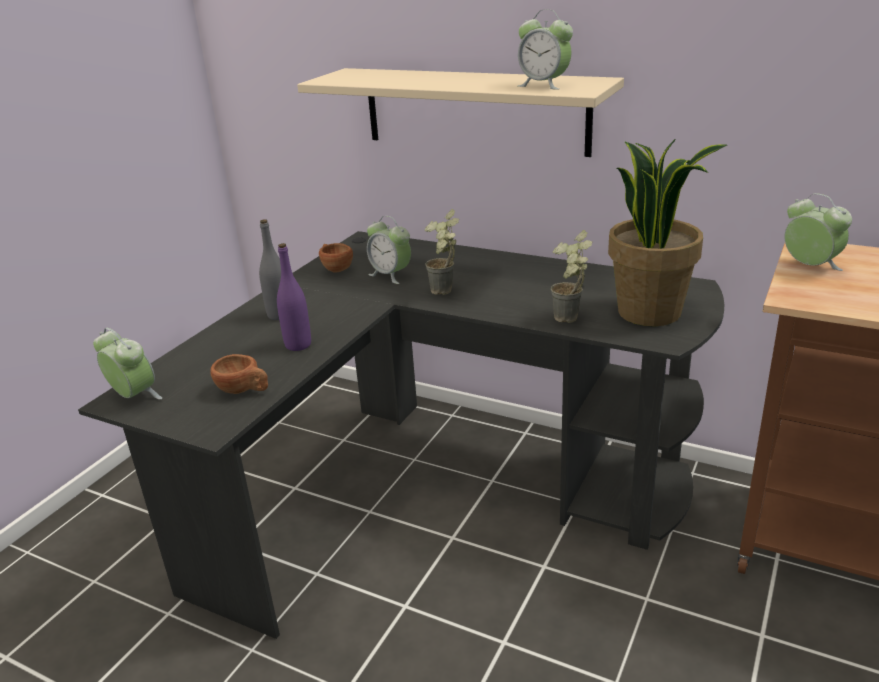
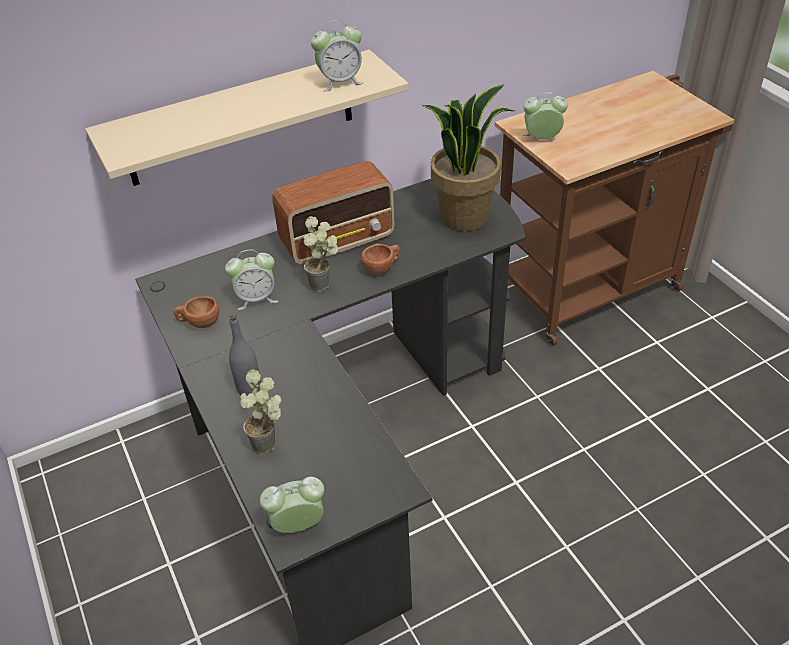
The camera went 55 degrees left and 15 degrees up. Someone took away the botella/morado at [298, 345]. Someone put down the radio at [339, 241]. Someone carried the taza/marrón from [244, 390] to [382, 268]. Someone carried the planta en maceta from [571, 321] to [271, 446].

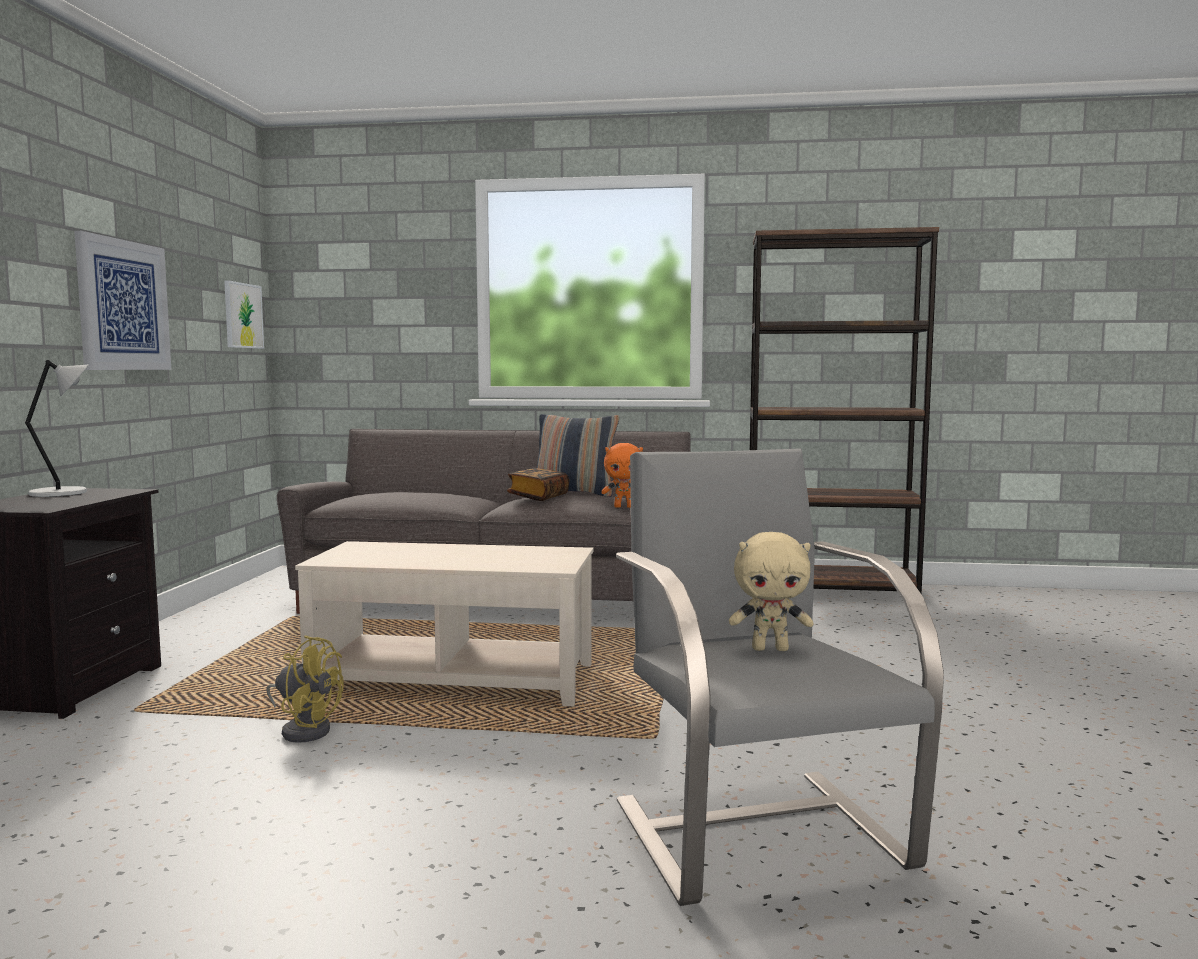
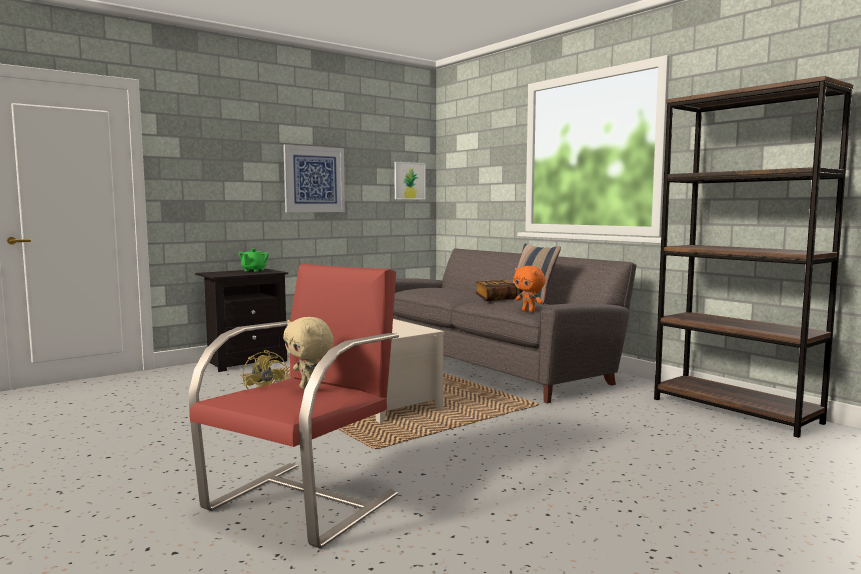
The camera went 45 degrees right and 0 degrees up. Someone swapped the lámpara de mesa/gris at [62, 493] for the tetera/verde at [253, 270]. Someone repainted the sillón/gris at [758, 831], which became the sillón/rojo at [303, 501].

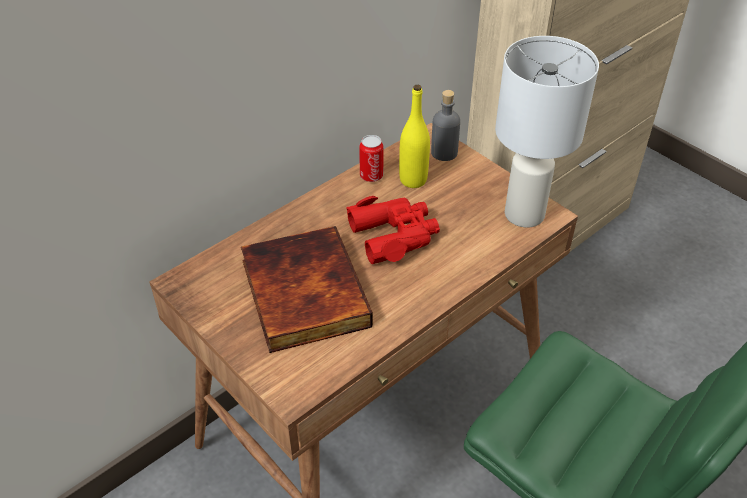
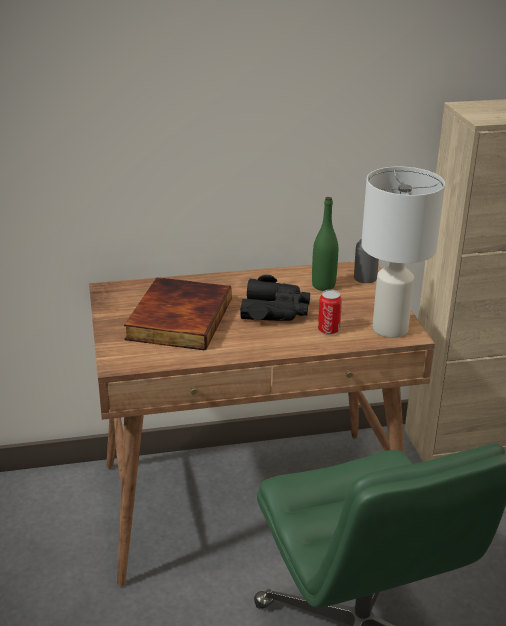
The camera went 30 degrees right and 15 degrees down. Someone carried the lata from [371, 176] to [328, 330]. Someone repainted the prismáticos/rojo at [394, 235], which became the prismáticos/negro at [275, 310]. Someone repainted the botella/amarillo at [413, 180], which became the botella/verde at [323, 285].

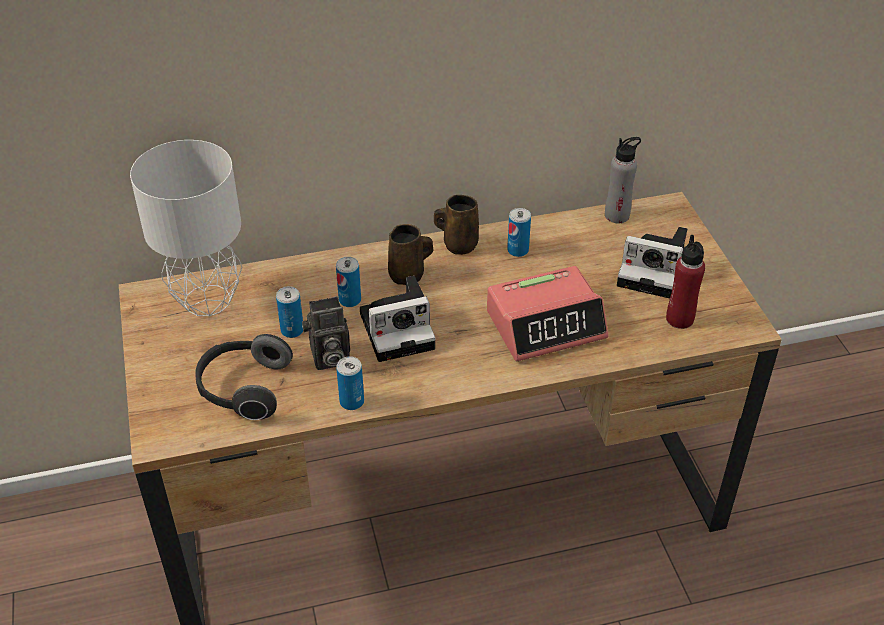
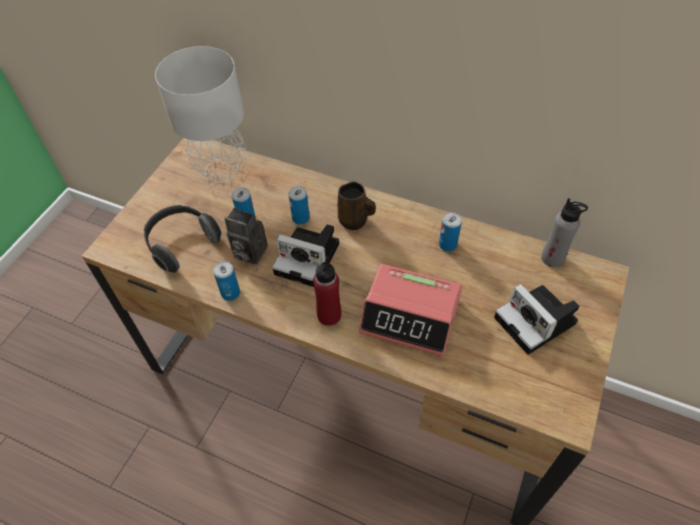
The camera went 40 degrees right and 10 degrees up. Someone took away the taza grande/marrón at [458, 244]. Someone carried the botella/rojo from [679, 319] to [329, 315].

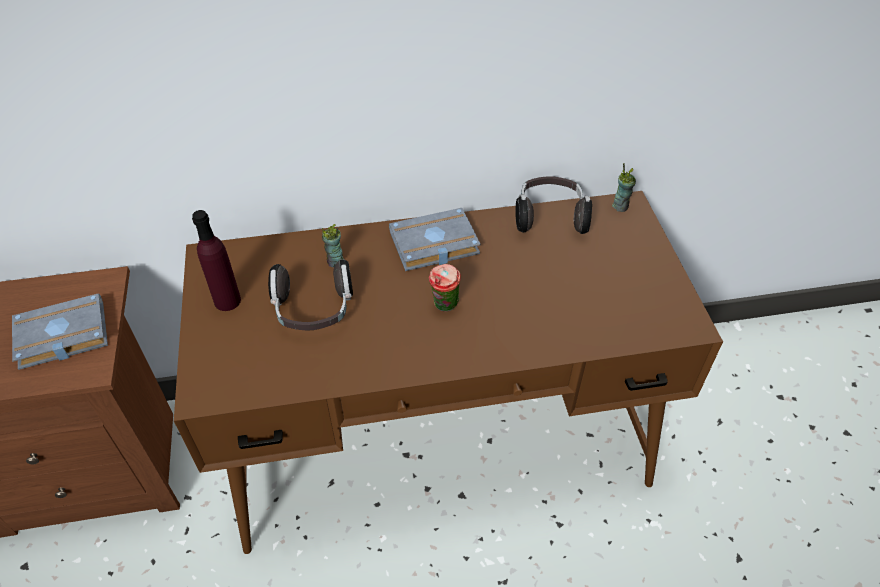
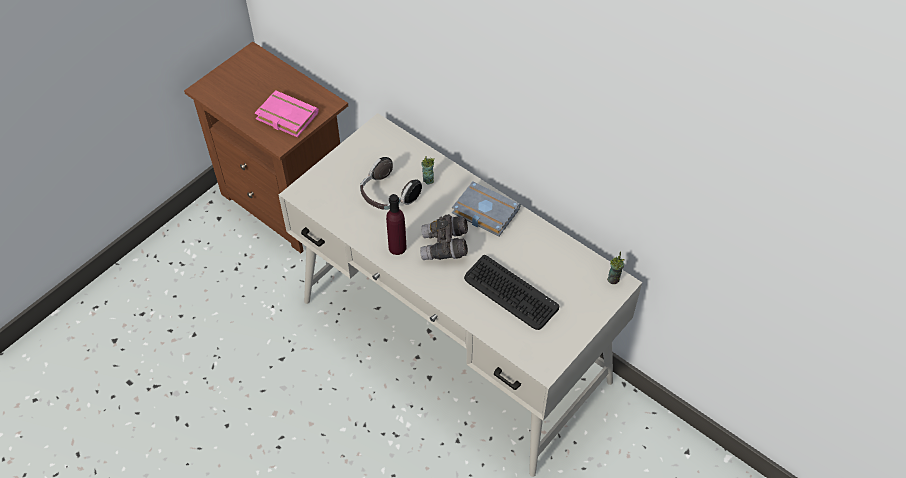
The camera went 50 degrees right and 5 degrees up. Someone took away the auriculares at [550, 217]. Someone put down the teclado at [510, 293]. Someone carried the botella/morado from [227, 301] to [397, 247]. Someone swapped the taza at [444, 307] for the prismáticos/gris at [444, 247]. Someone repainted the libro/gris at [61, 338], which became the libro/rosa at [285, 117]. Someone repainted the escritorio/marrón at [440, 441], which became the escritorio/blanco at [454, 341].

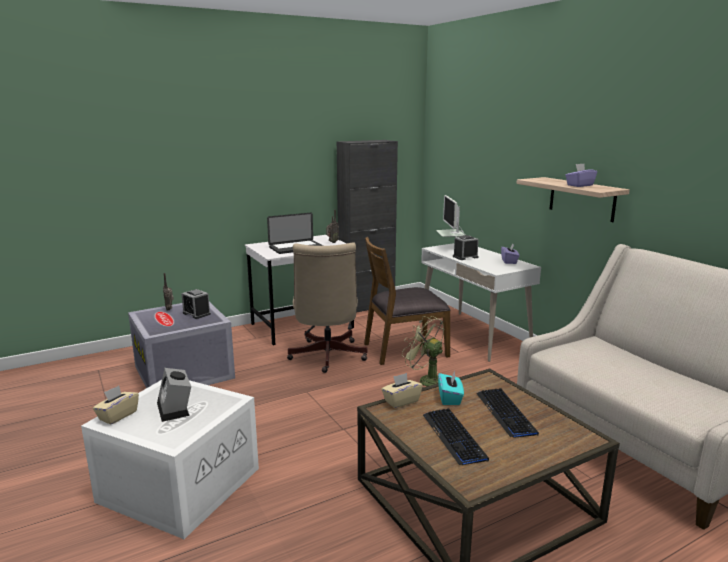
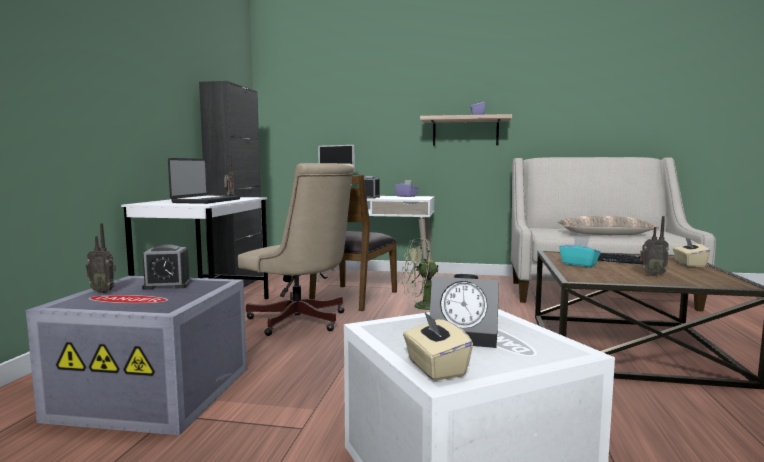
The camera went 50 degrees left and 10 degrees down. Someone put down the cojín at [604, 234]. Someone carried the caja de pañuelos/beis from [401, 401] to [689, 264]. Someone swapped the teclado at [454, 437] for the radio at [652, 274].

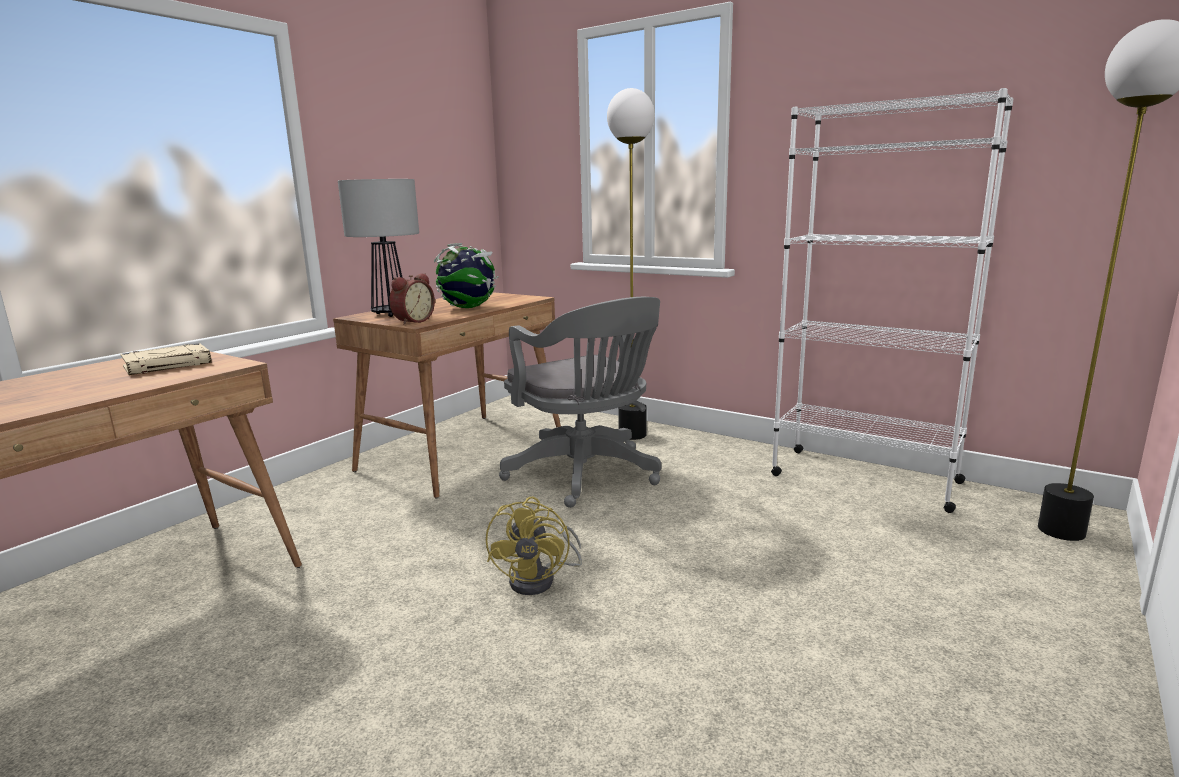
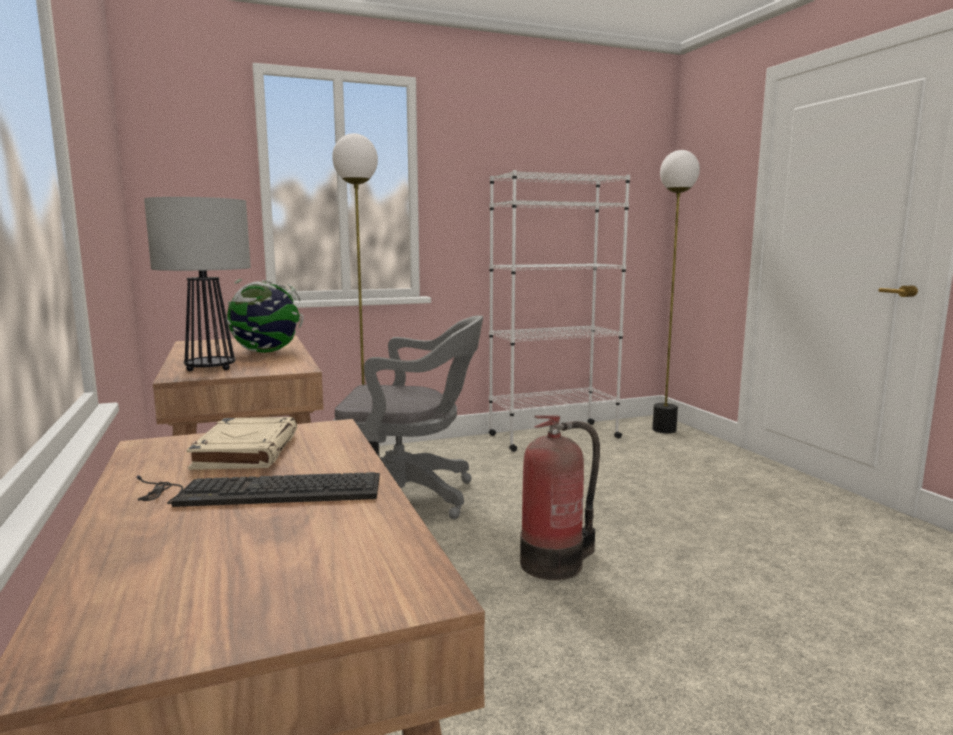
The camera went 55 degrees left and 5 degrees down. Someone took away the despertador at [412, 321]. Someone put down the teclado at [257, 491]. Someone swapped the ventilador/amarillo at [541, 580] for the extintor at [555, 562].

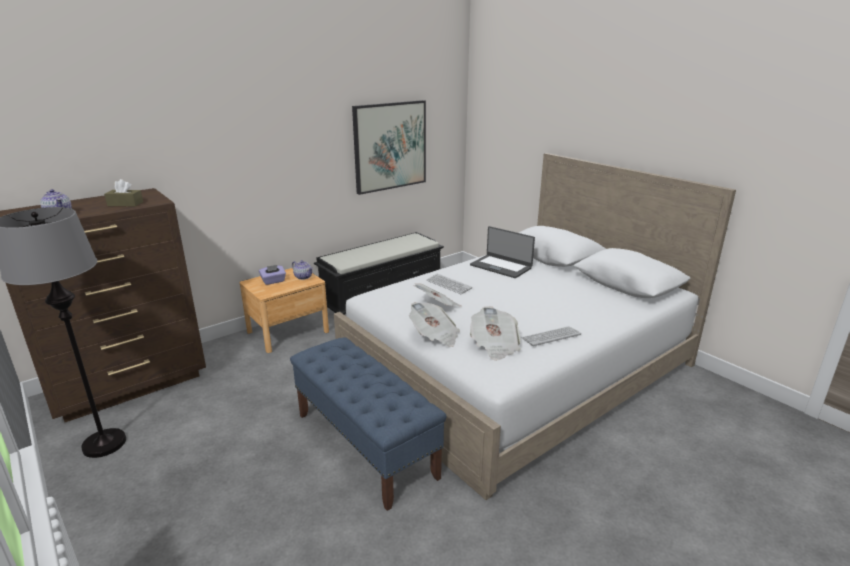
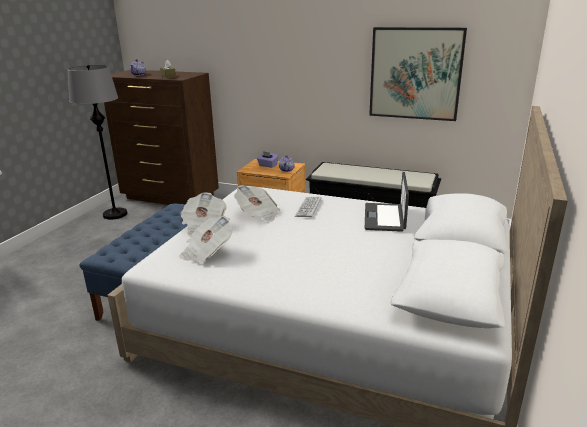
The camera went 60 degrees right and 0 degrees up. Someone took away the teclado at [551, 337].

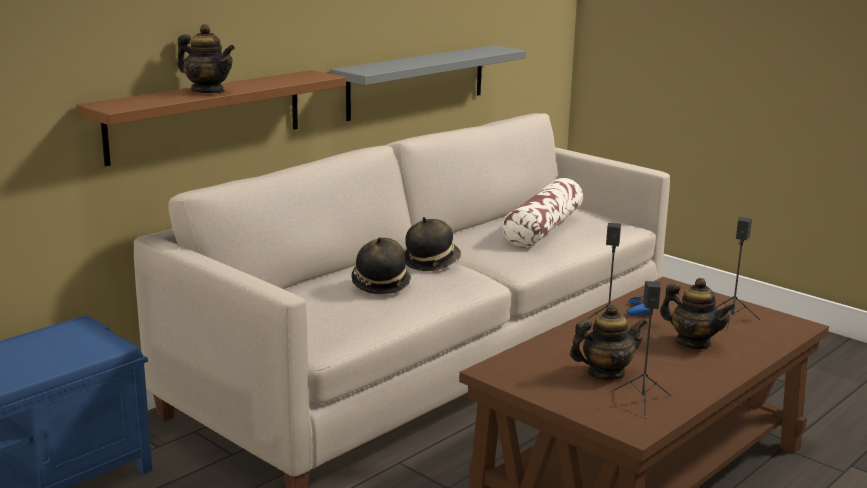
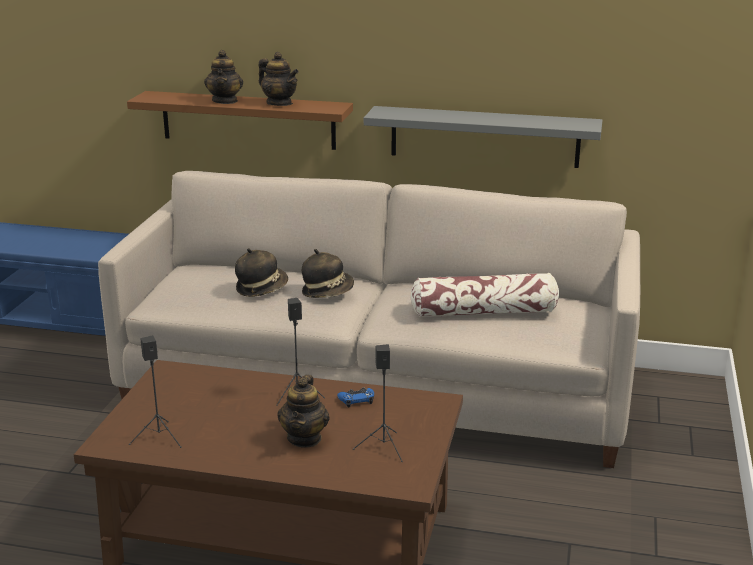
The camera went 60 degrees right and 5 degrees up. Someone carried the tetera from [605, 373] to [279, 103].

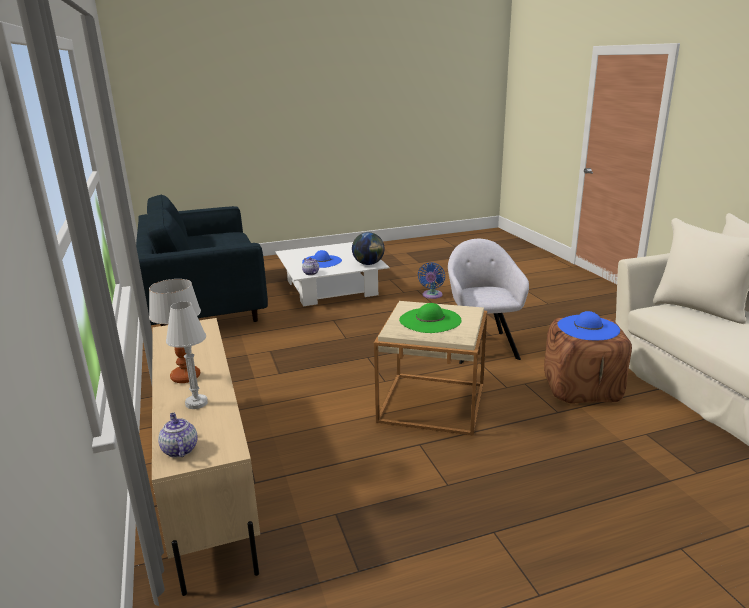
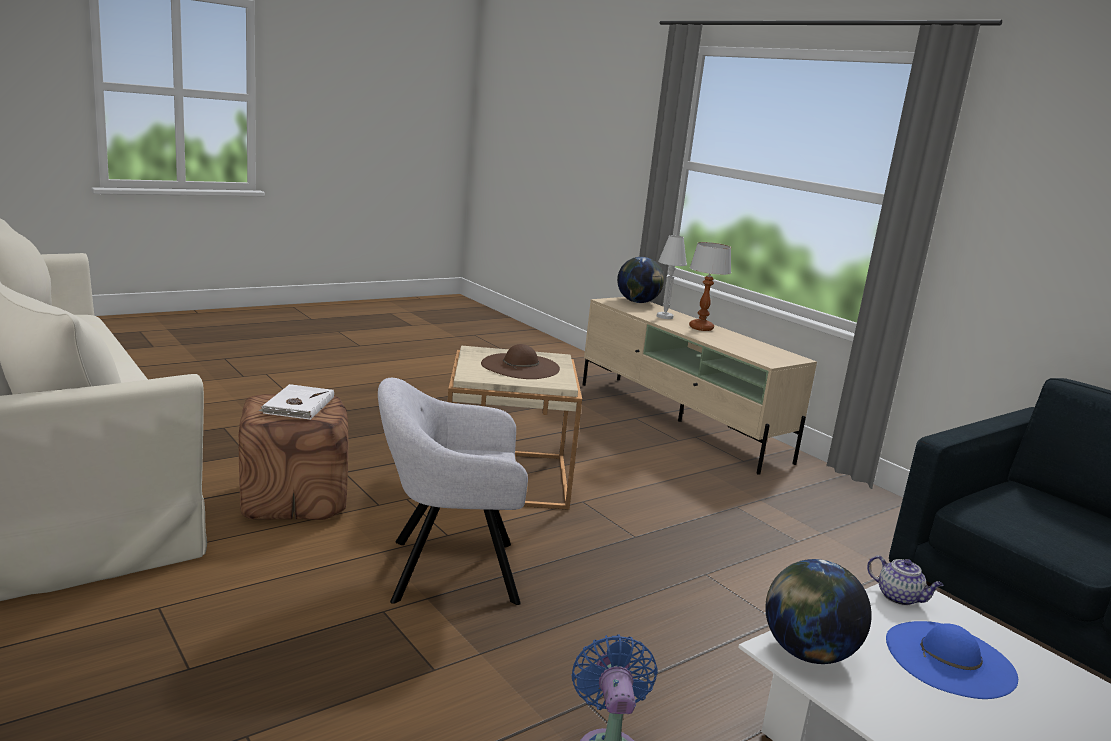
The camera went 160 degrees right and 5 degrees down. Someone swapped the tetera at [179, 449] for the globo terráqueo at [638, 302]. Someone swapped the sombrero/azul at [588, 327] for the libro/blanco at [297, 405]. Someone repainted the sombrero/verde at [430, 320], which became the sombrero/marrón at [520, 366]. Someone rotated the sillón/gris at [481, 345] by 105 degrees clockwise.

